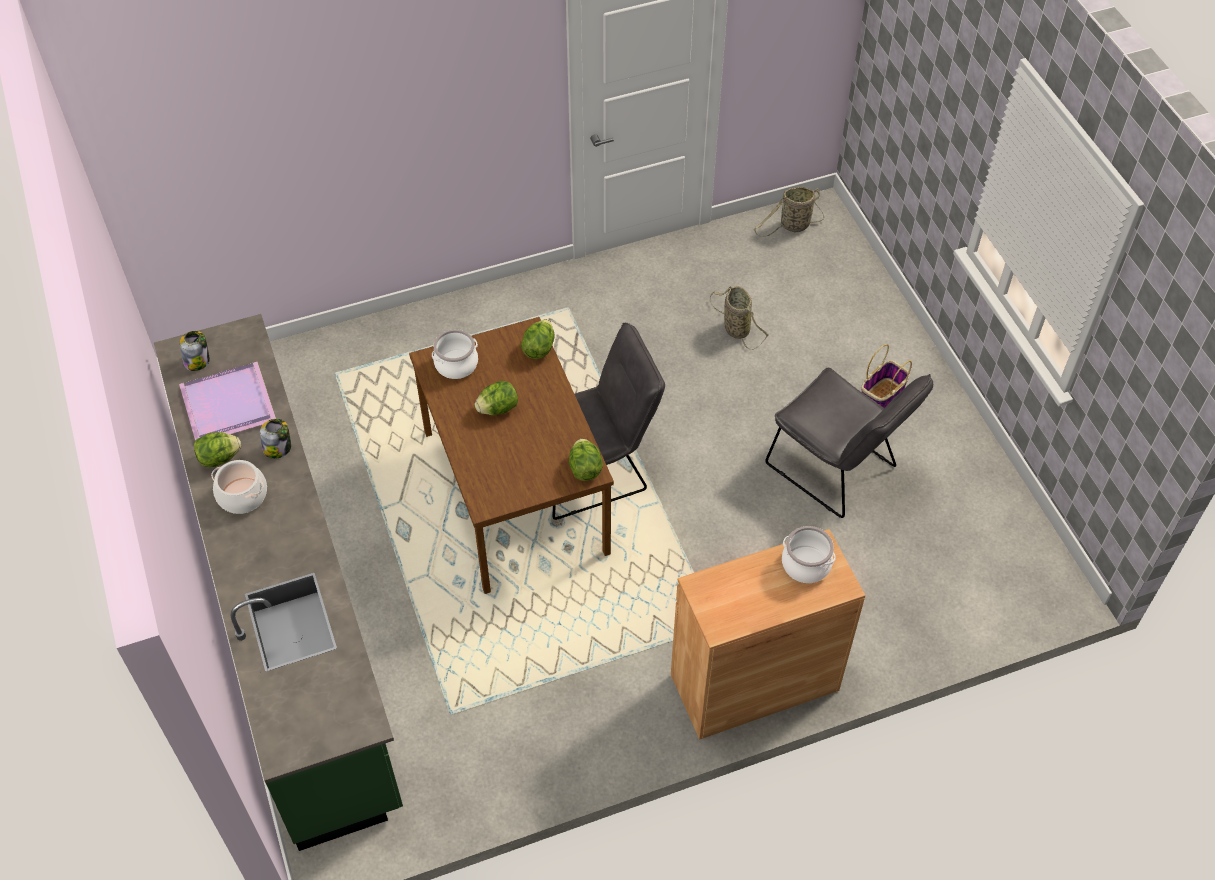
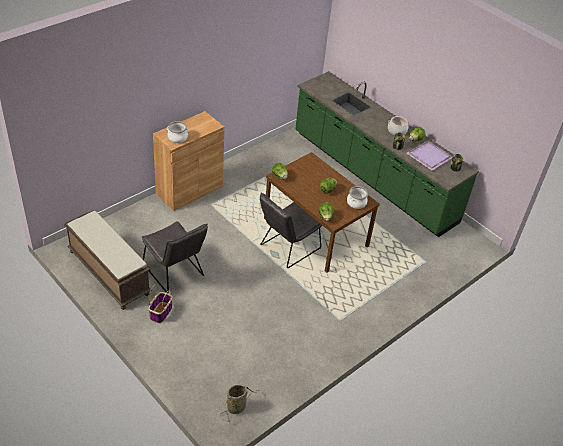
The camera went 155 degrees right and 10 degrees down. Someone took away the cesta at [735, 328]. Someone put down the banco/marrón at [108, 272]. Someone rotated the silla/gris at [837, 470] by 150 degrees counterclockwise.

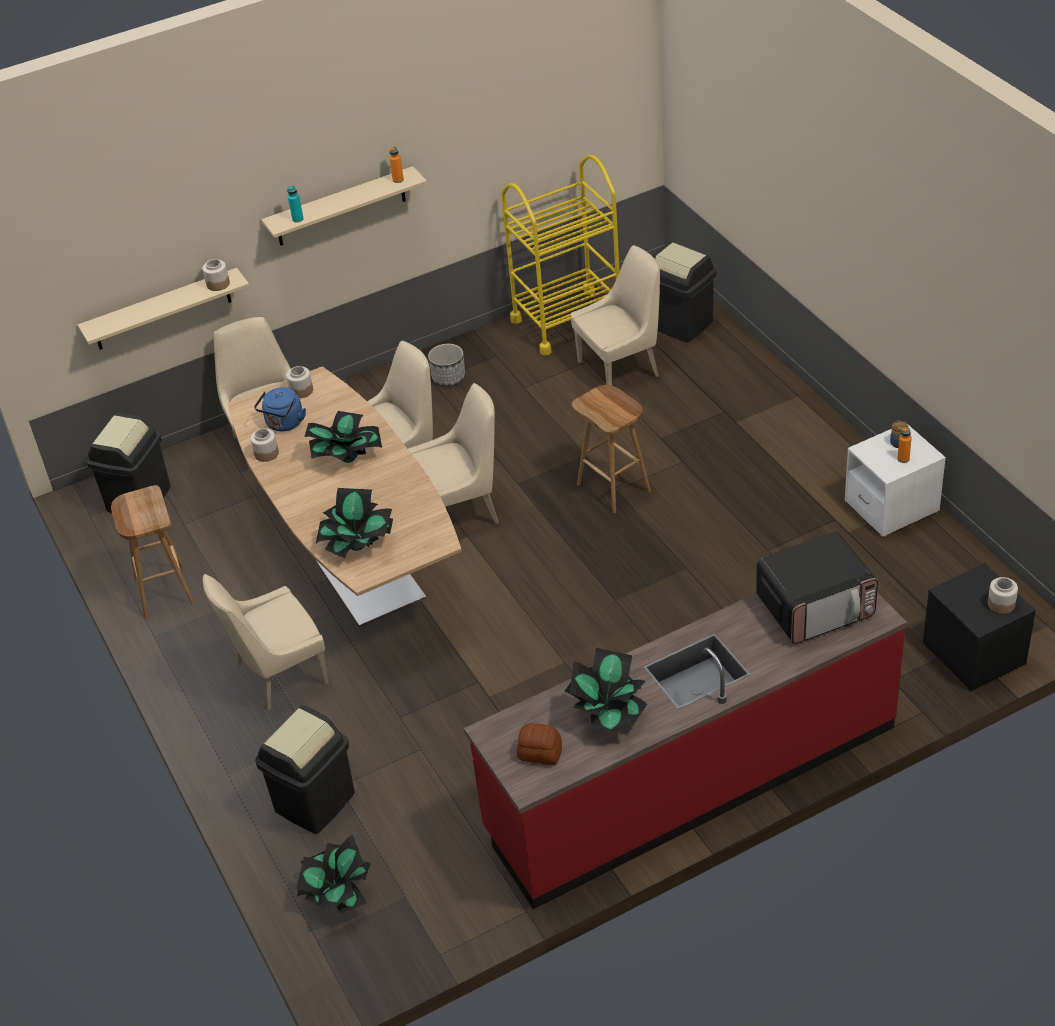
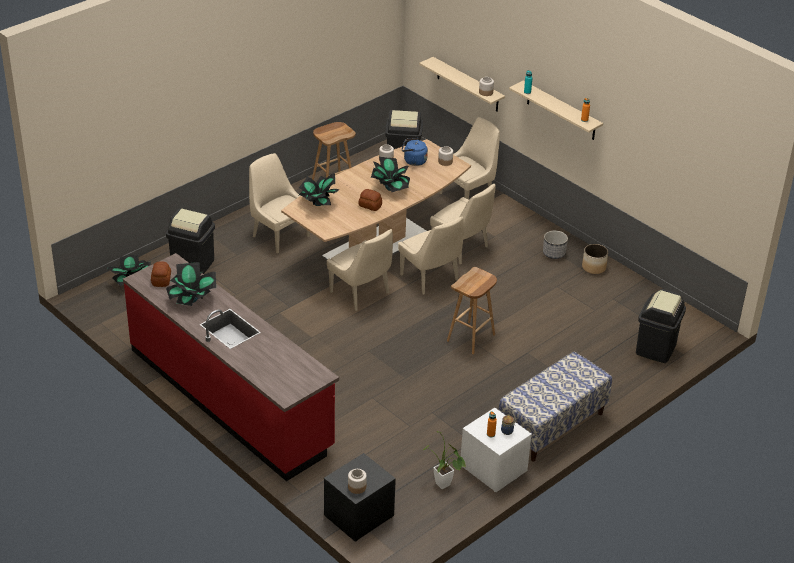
The camera went 70 degrees right and 5 degrees down. Someone took away the carrito/amarillo at [567, 321]. Someone took away the microondas at [816, 607]. Someone put down the pan at [370, 205]. Someone put down the planta en maceta at [444, 486]. Someone put down the banco at [552, 426]. Someone put down the maceta at [593, 268]. Someone carried the silla/beis from [621, 367] to [361, 293].

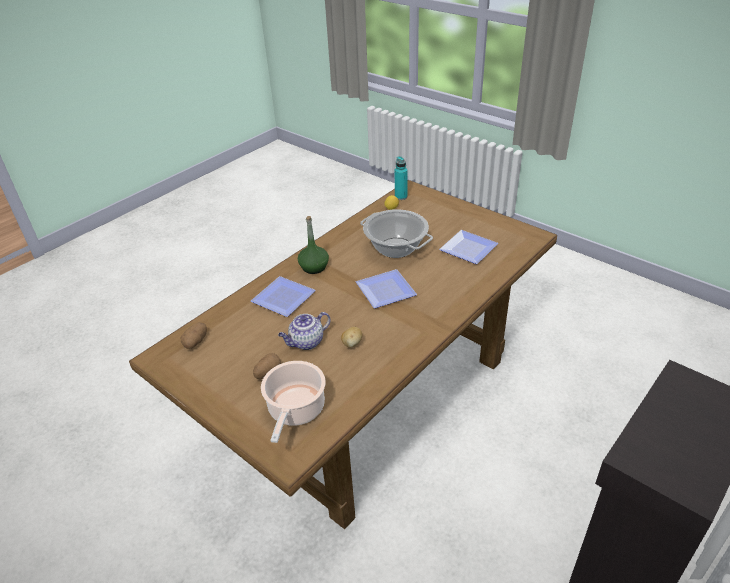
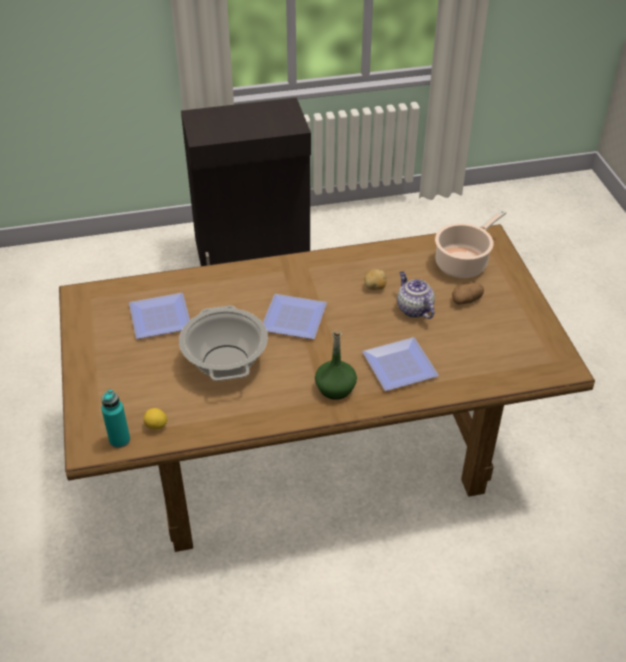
The camera went 145 degrees left and 5 degrees up. Someone took away the patata at [196, 341]. Someone rotated the tetera at [306, 342] by 120 degrees counterclockwise.

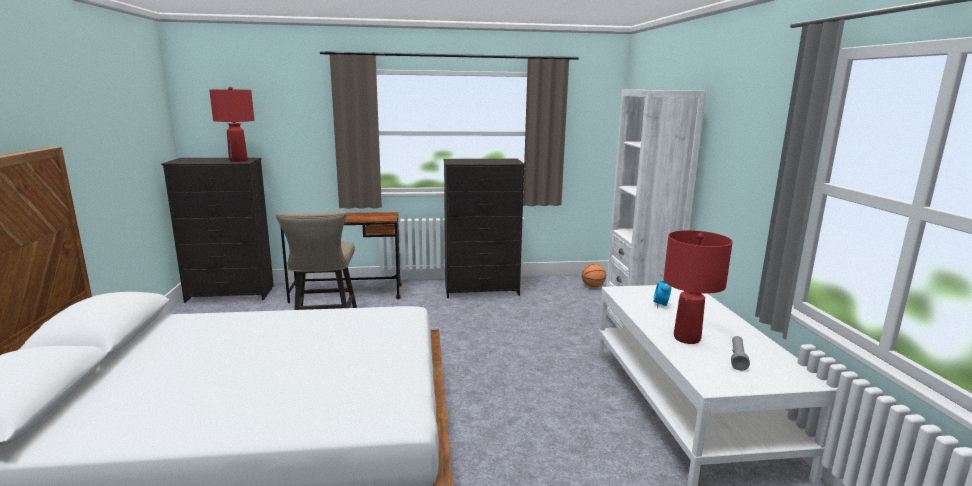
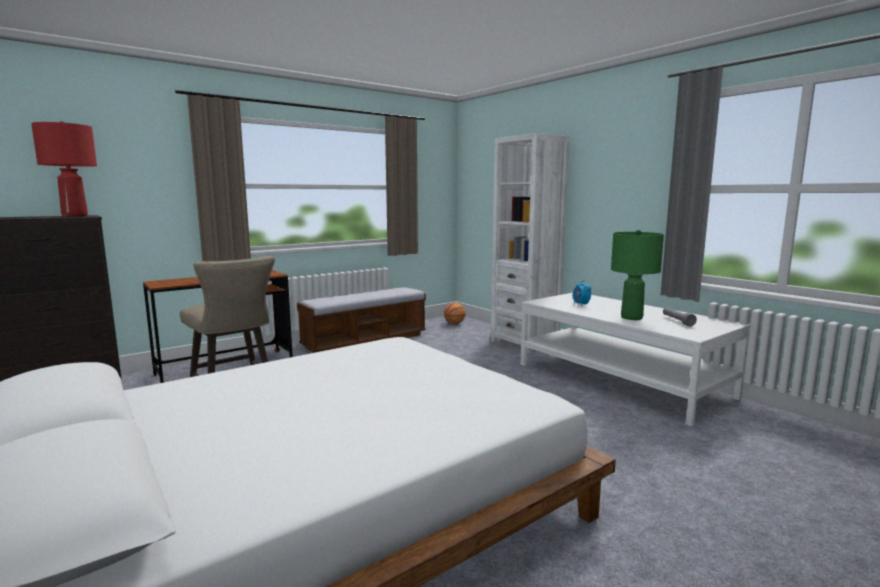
The camera went 30 degrees left and 5 degrees down. Someone swapped the cómoda/negro at [482, 290] for the banco at [365, 341]. Someone repainted the lámpara de mesa/rojo at [686, 338], which became the lámpara de mesa/verde at [631, 318].

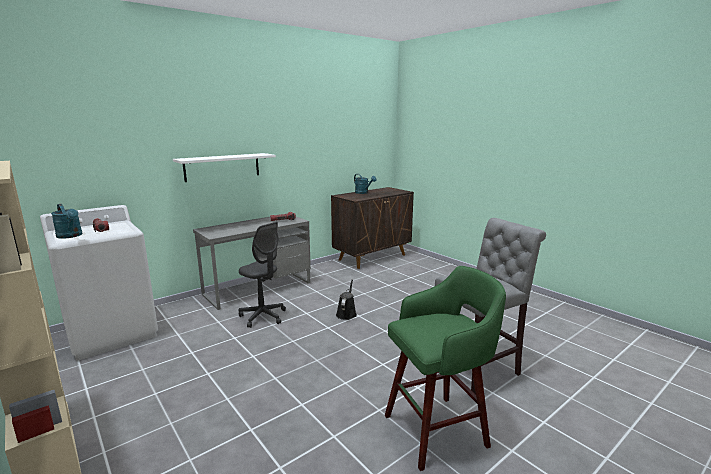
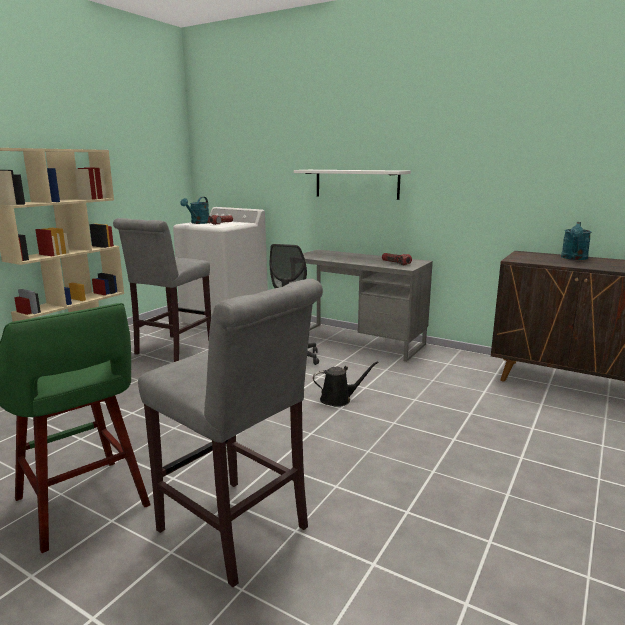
The camera went 70 degrees right and 0 degrees up. Someone put down the taburete/gris at [171, 350].

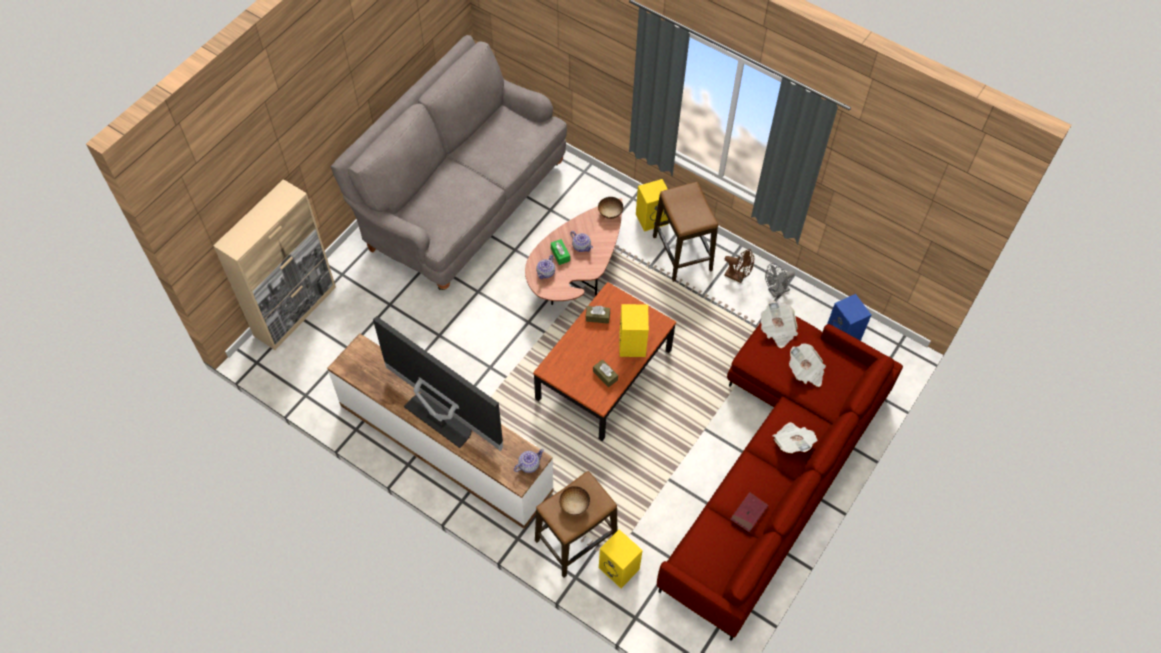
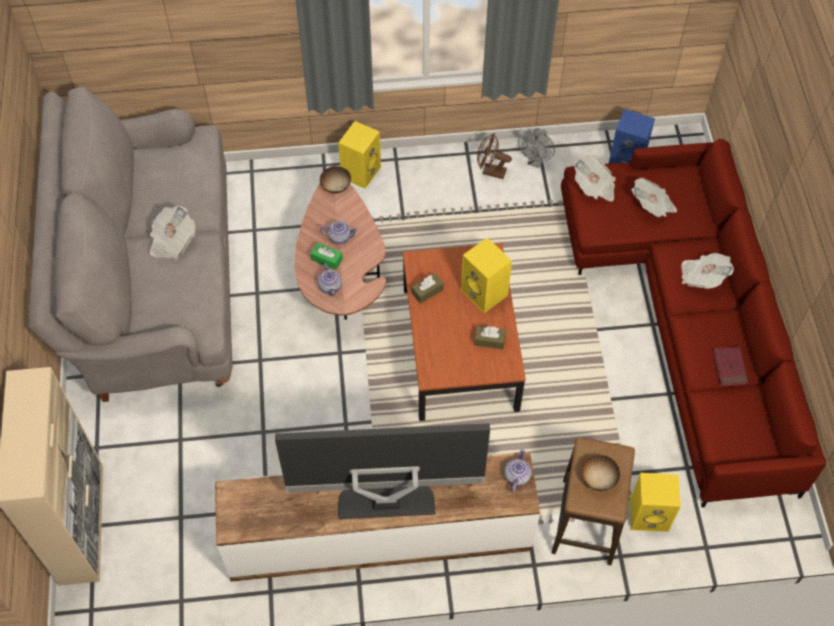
The camera went 40 degrees left and 0 degrees up. Someone took away the taburete at [682, 253]. Someone put down the periódico at [172, 241]. Someone rotated the ventilador/marrón at [738, 276] by 150 degrees counterclockwise.

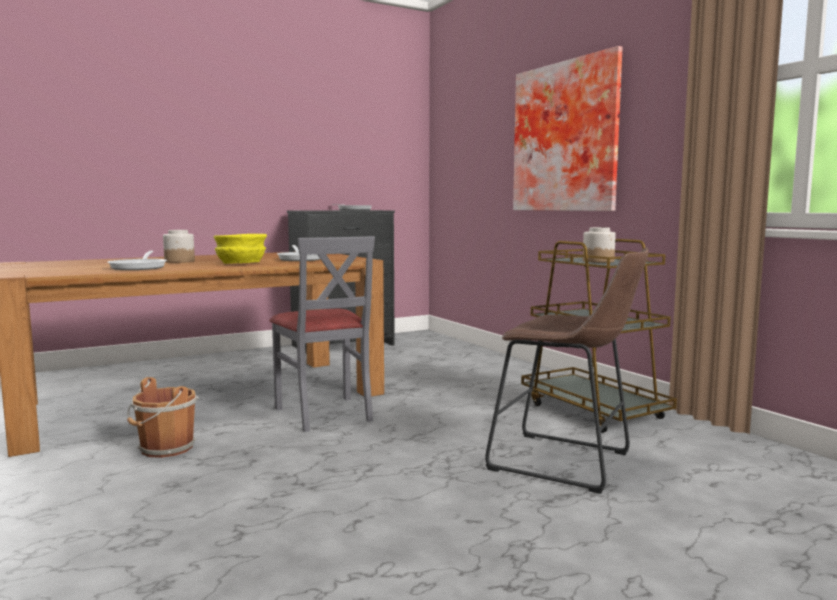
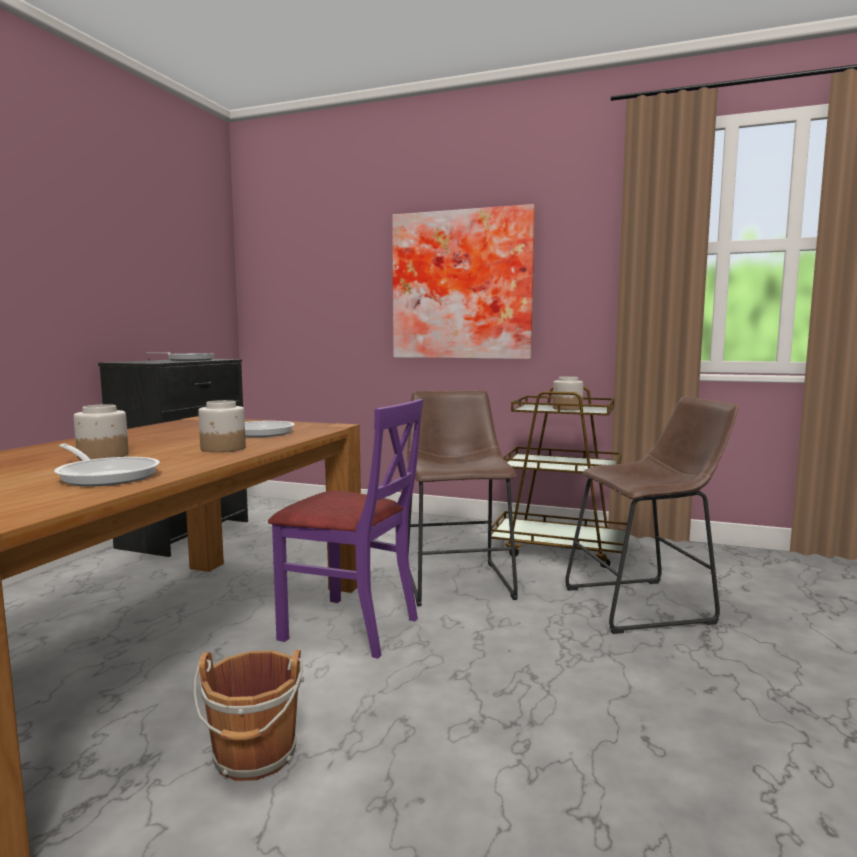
The camera went 40 degrees left and 0 degrees up. Someone put down the taburete/marrón at [457, 579]. Someone swapped the cuenco/amarillo at [240, 263] for the tarro at [223, 448]. Someone repainted the silla/gris at [324, 413], which became the silla/morado at [350, 627].

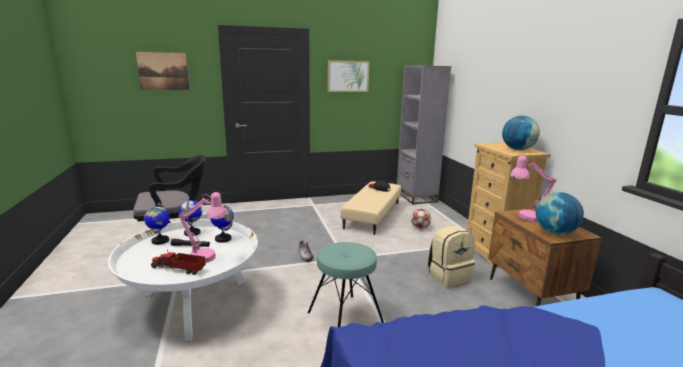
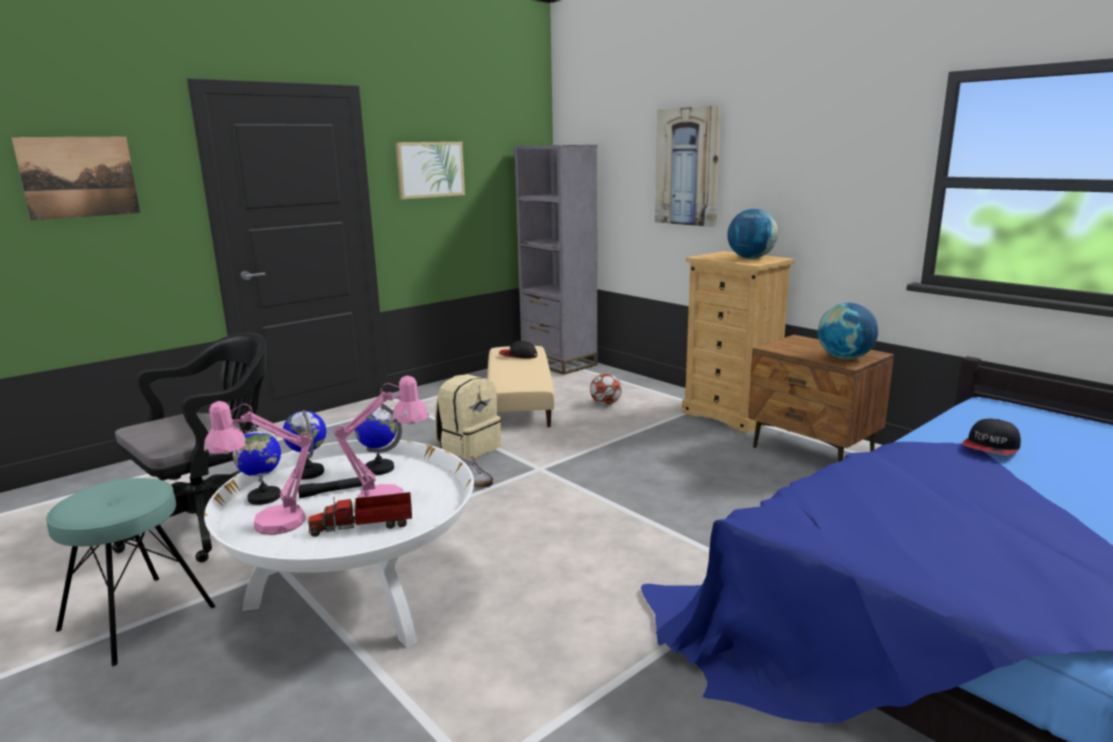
The camera went 25 degrees left and 0 degrees up. Someone put up the cuadro at [688, 167]. Someone put down the gorra at [991, 447]. Someone carried the taburete/turquesa from [345, 318] to [137, 618]. Someone carried the mochila/beis from [448, 276] to [468, 448]. Someone carried the lámpara de mesa/rosa from [525, 217] to [268, 525].

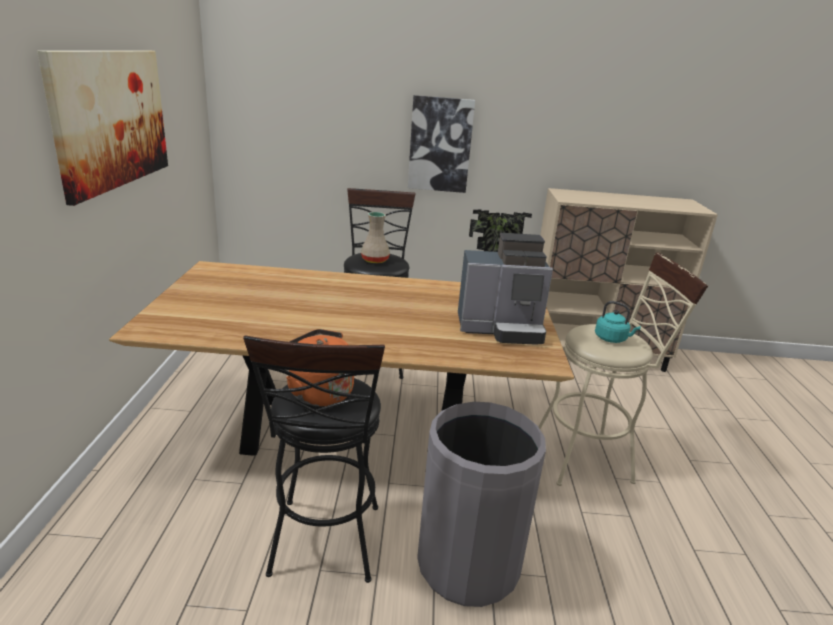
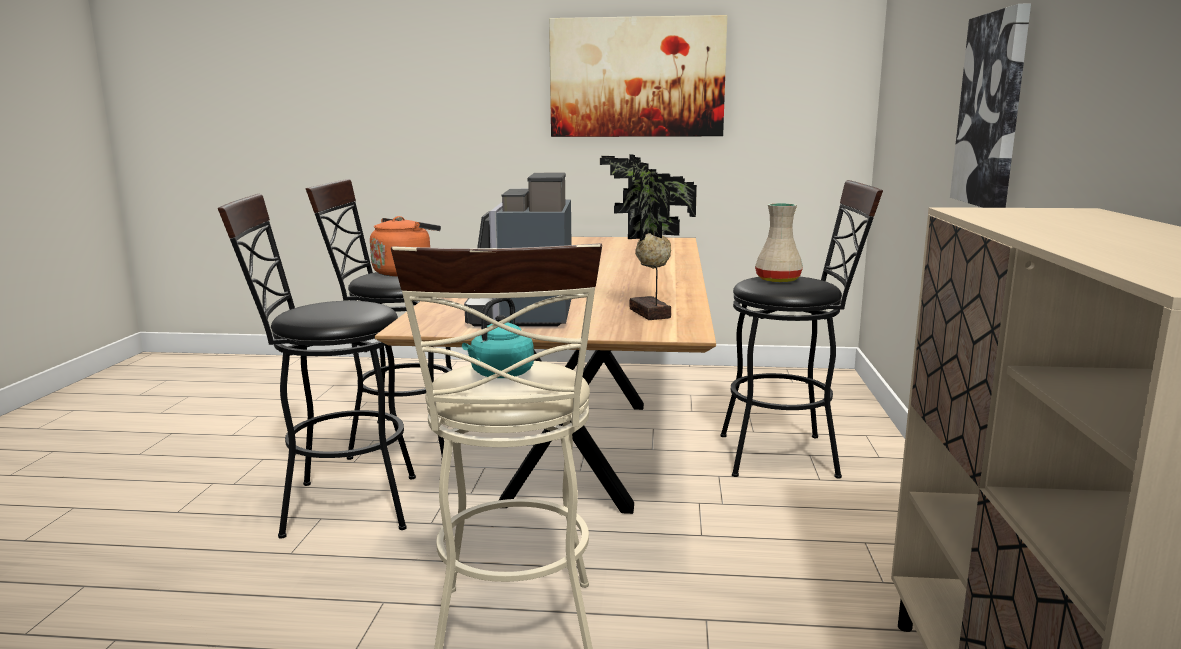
The camera went 95 degrees right and 10 degrees down. Someone swapped the papelera/gris at [468, 565] for the taburete/negro at [337, 506].

